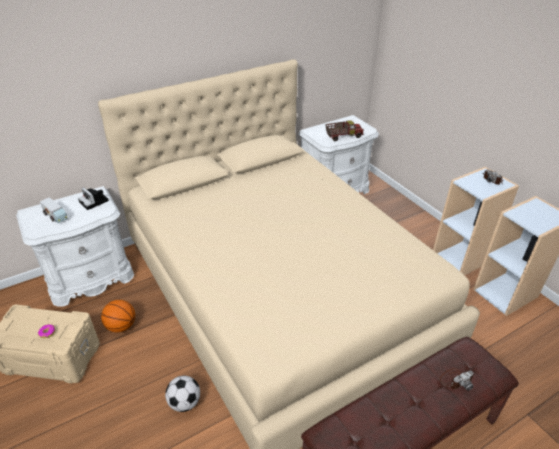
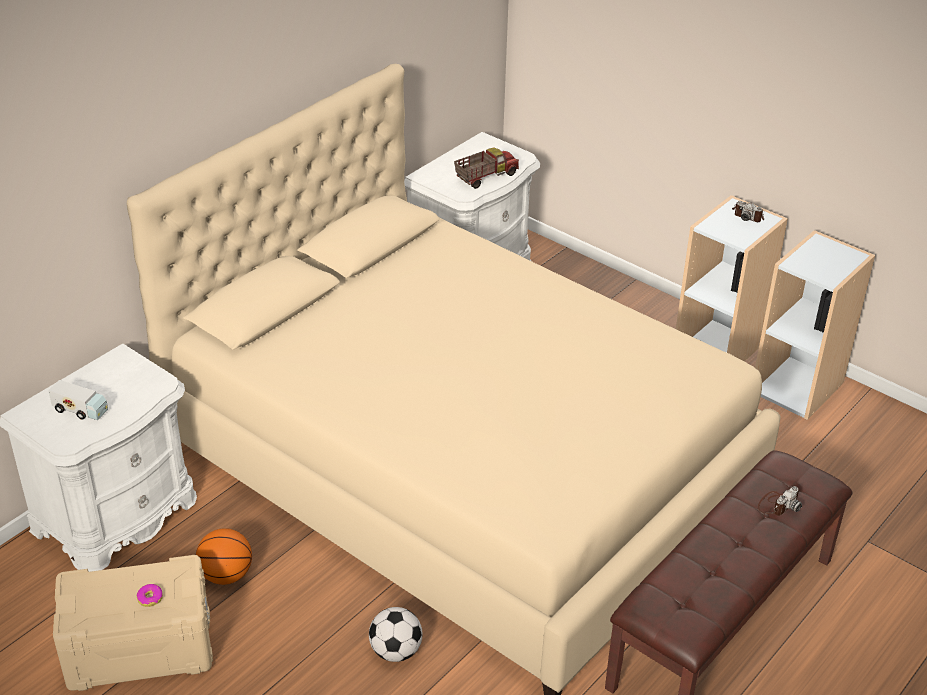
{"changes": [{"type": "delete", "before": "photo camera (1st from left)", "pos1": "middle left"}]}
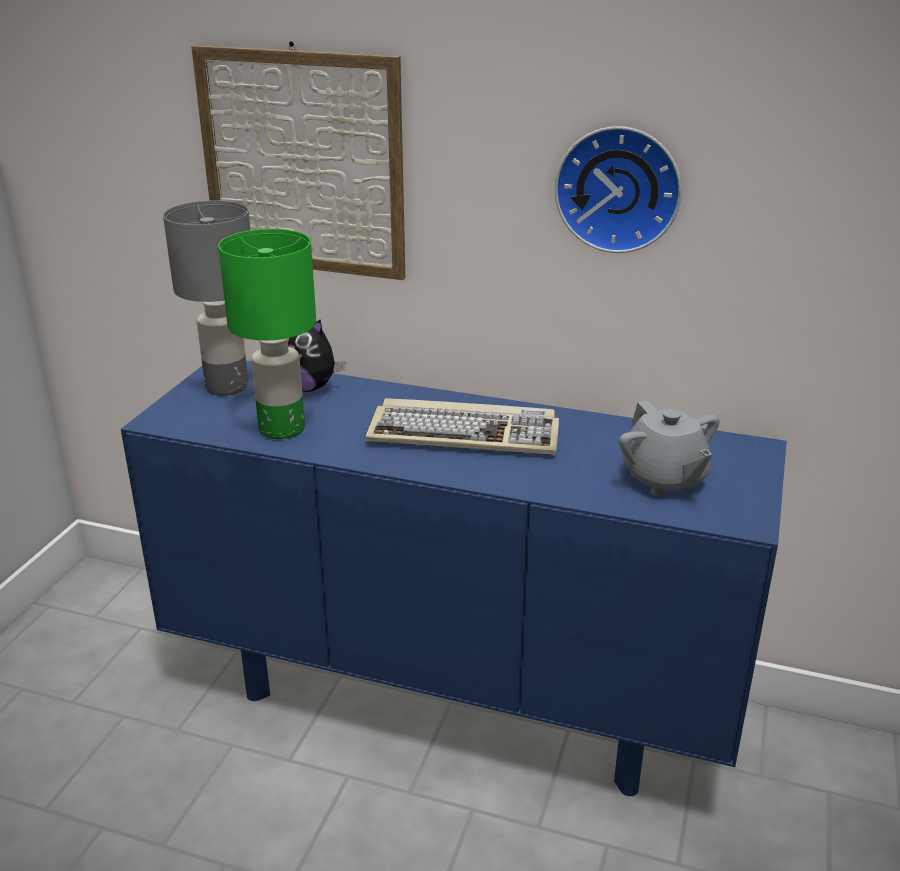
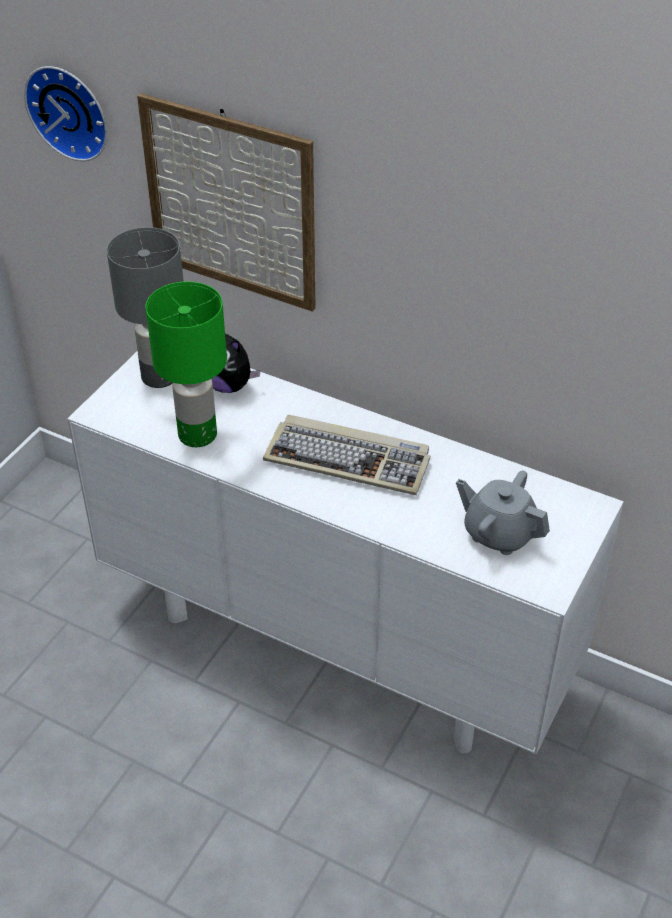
{"changes": [{"type": "move", "before": "clock on the wall", "pos1": "top right", "pos2": "top left"}, {"type": "recolor", "before": "blue drawer chest", "after": "whitish drawer chest", "pos1": "centre", "pos2": "centre"}, {"type": "rotate", "before": "greyish pot for tea", "pos1": "middle right", "pos2": "middle right", "turn": 135}]}
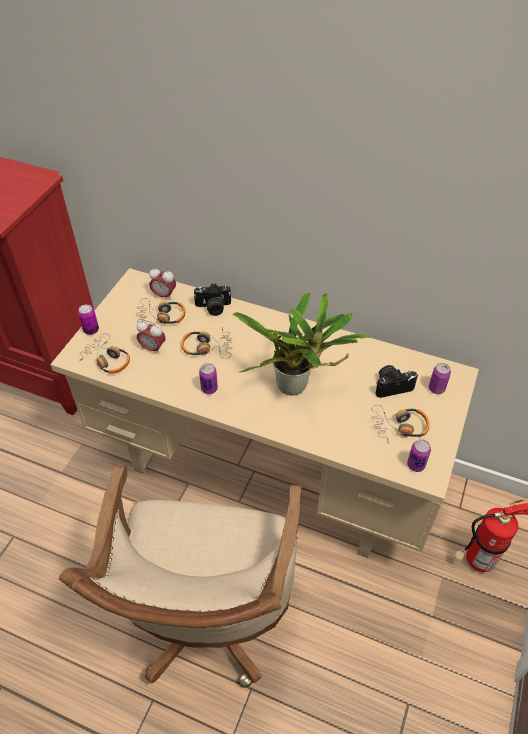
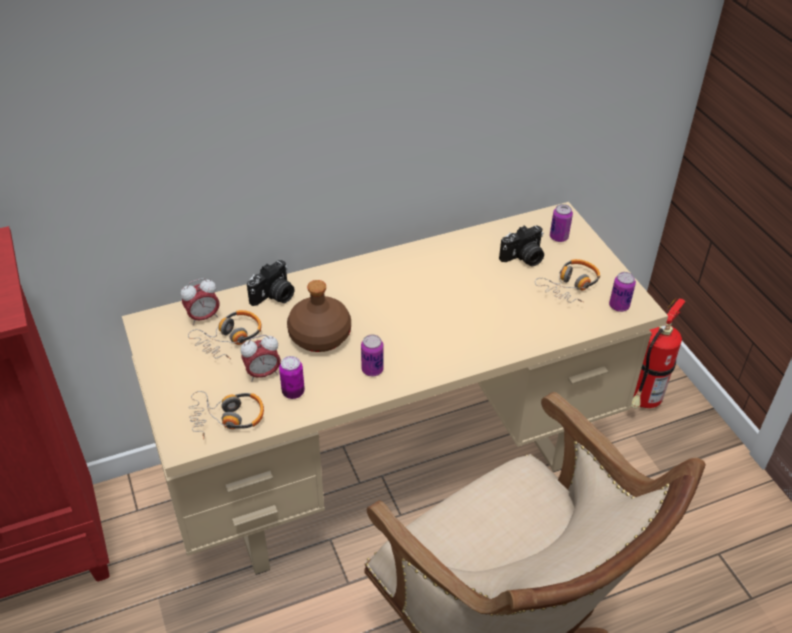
{"changes": [{"type": "delete", "before": "potted plant", "pos1": "centre"}, {"type": "move", "before": "metal can (1st from left)", "pos1": "middle left", "pos2": "centre"}, {"type": "replace", "before": "pair of headphones (3rd from left)", "after": "brownish bottle", "pos1": "centre", "pos2": "centre"}, {"type": "rotate", "before": "photo camera (2nd from left)", "pos1": "middle right", "pos2": "centre", "turn": -150}]}
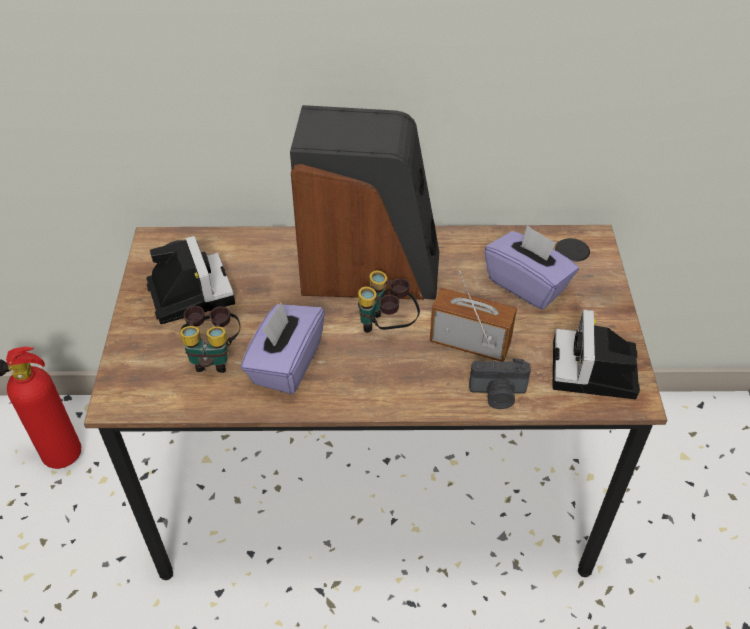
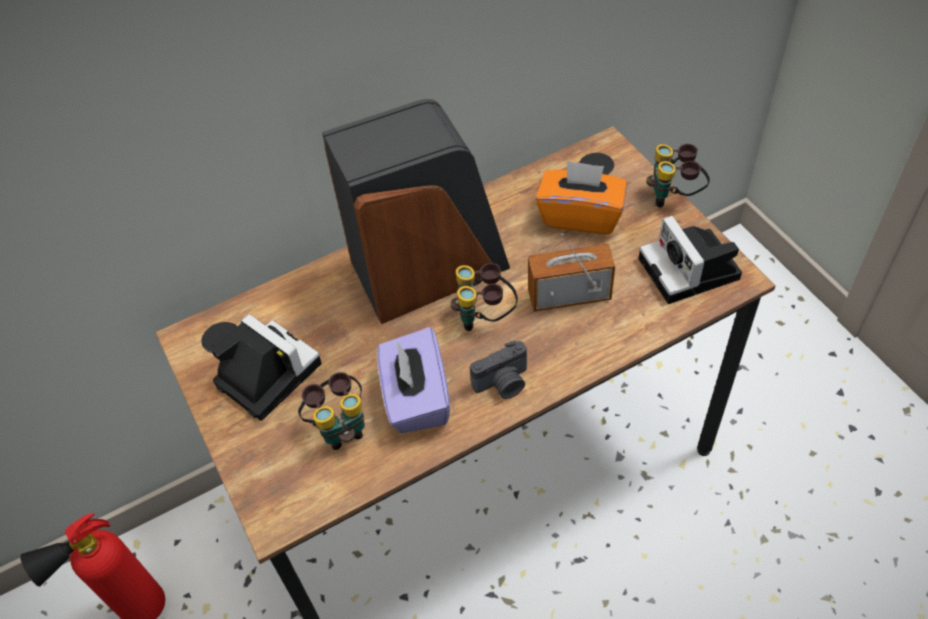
{"changes": [{"type": "recolor", "before": "purple box of tissues (2nd from left)", "after": "orangey box of tissues", "pos1": "middle right", "pos2": "top centre"}, {"type": "move", "before": "photo camera (2nd from left)", "pos1": "middle right", "pos2": "centre"}, {"type": "insert", "after": "binoculars (3rd from left)", "pos2": "top right"}]}
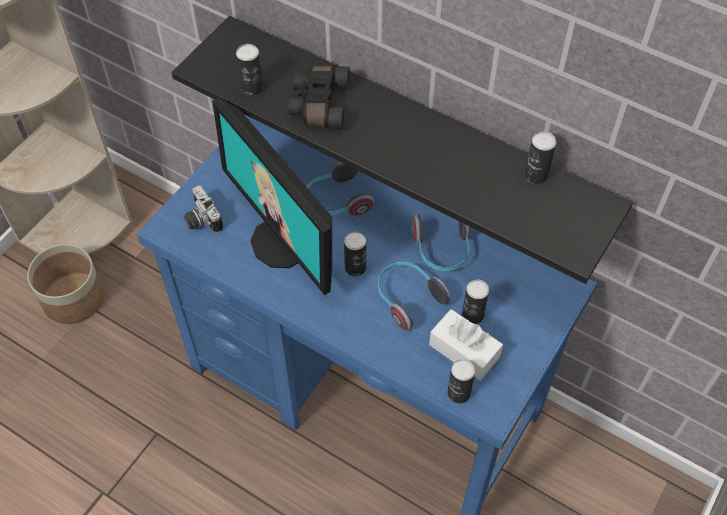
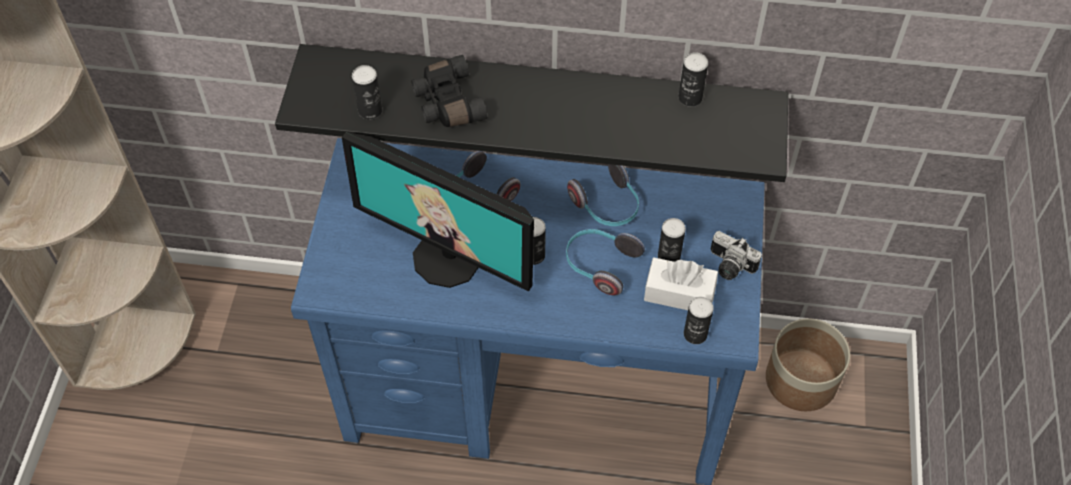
{"changes": [{"type": "move", "before": "photo camera", "pos1": "middle left", "pos2": "middle right"}, {"type": "move", "before": "flower pot", "pos1": "middle left", "pos2": "bottom right"}]}
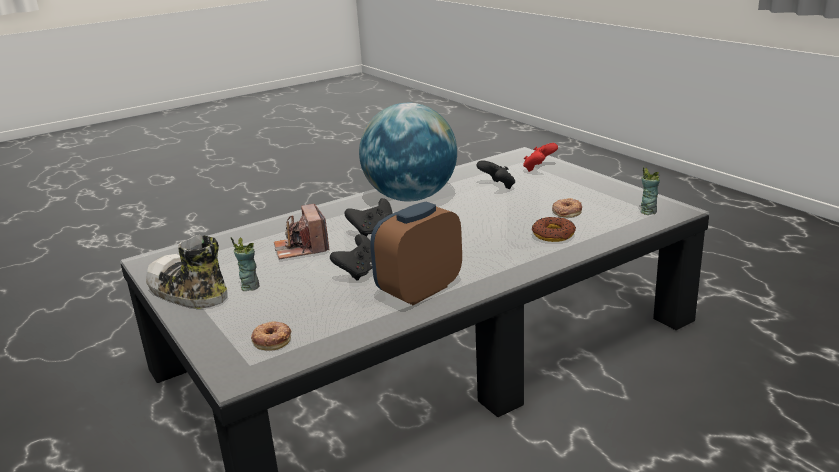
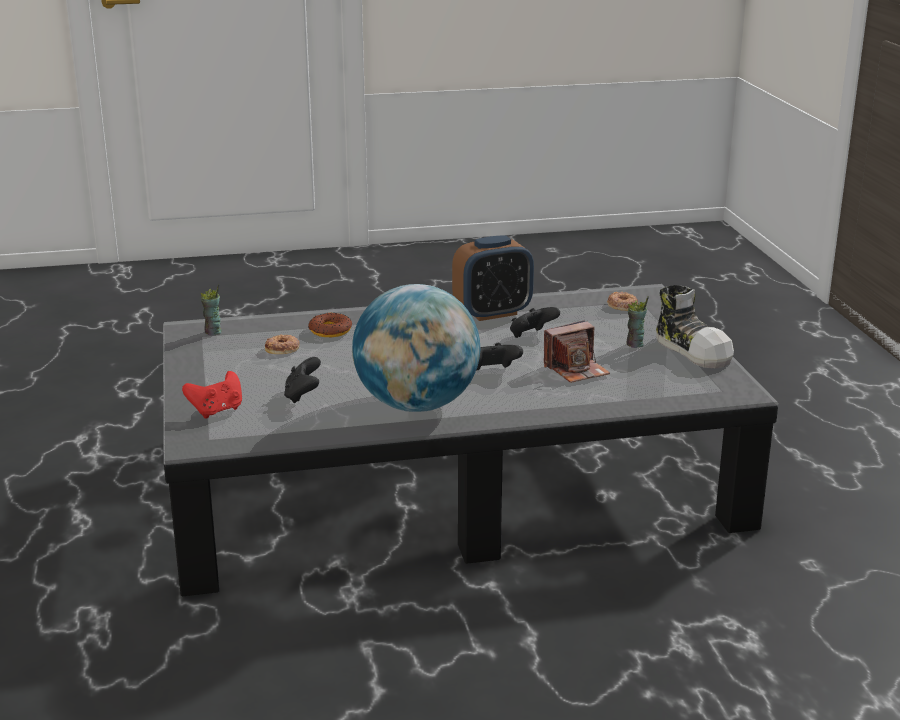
{"changes": [{"type": "rotate", "before": "photo camera", "pos1": "centre", "pos2": "centre", "turn": 60}]}
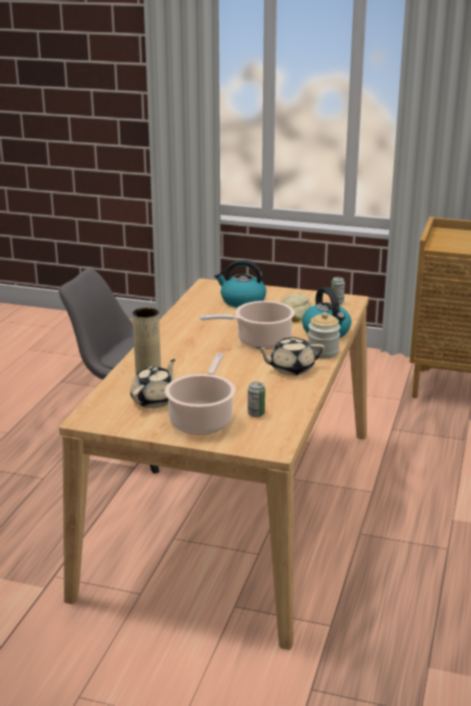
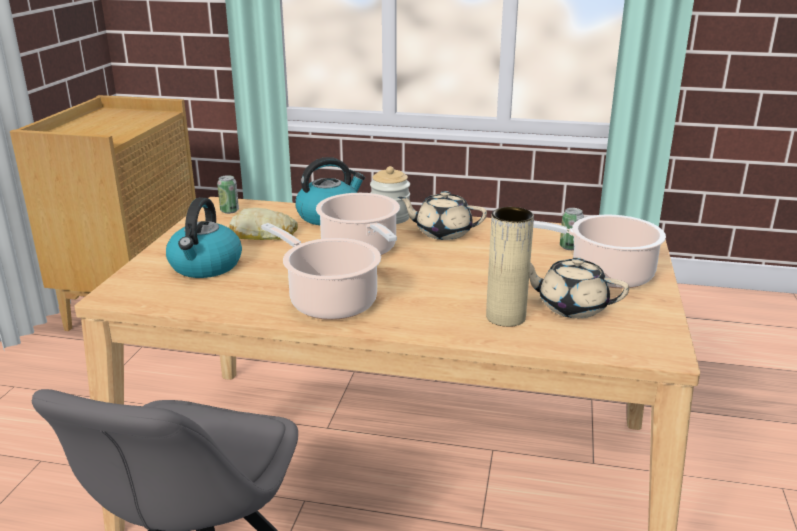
{"changes": [{"type": "rotate", "before": "beige-coloured pot for tea (2nd from left in the first image)", "pos1": "centre", "pos2": "centre", "turn": 120}, {"type": "insert", "after": "stockpot (1st from left)", "pos2": "centre"}]}
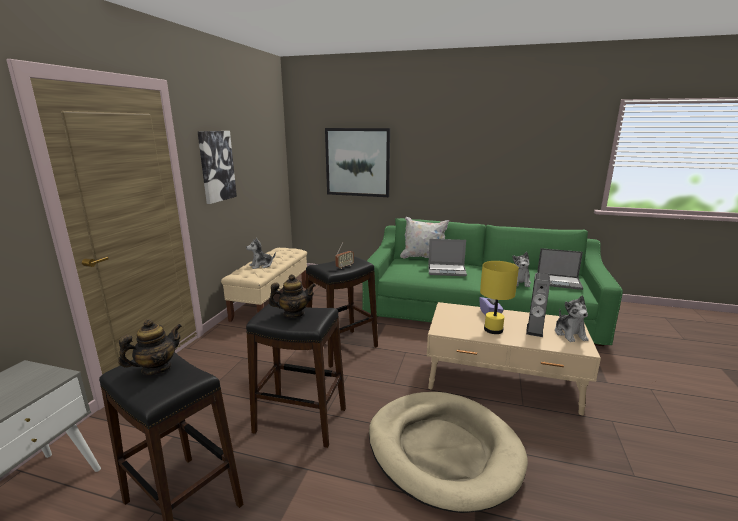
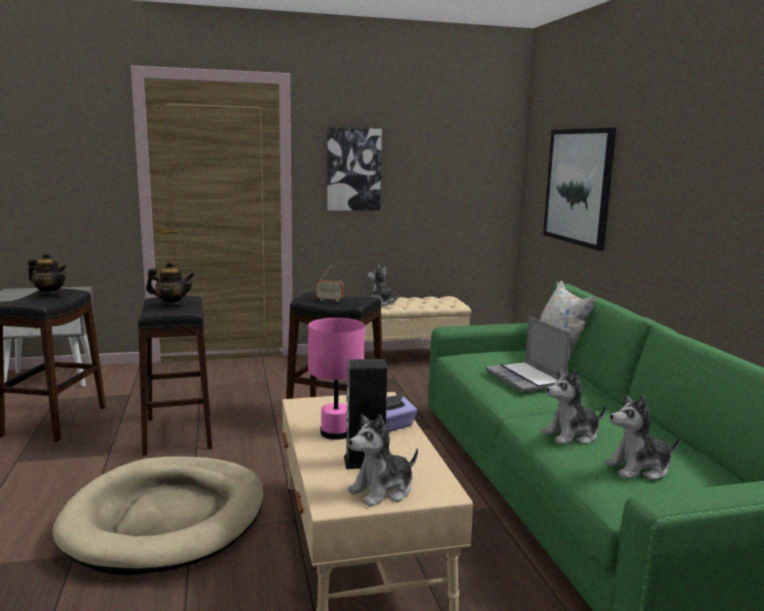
{"changes": [{"type": "replace", "before": "laptop (2nd from left)", "after": "plush toy (4th from left)", "pos1": "middle right", "pos2": "bottom right"}, {"type": "recolor", "before": "yellow-coloured tabletop lamp", "after": "pink-coloured tabletop lamp", "pos1": "middle right", "pos2": "centre"}, {"type": "rotate", "before": "pot for tea (2nd from left)", "pos1": "centre", "pos2": "middle left", "turn": -45}]}
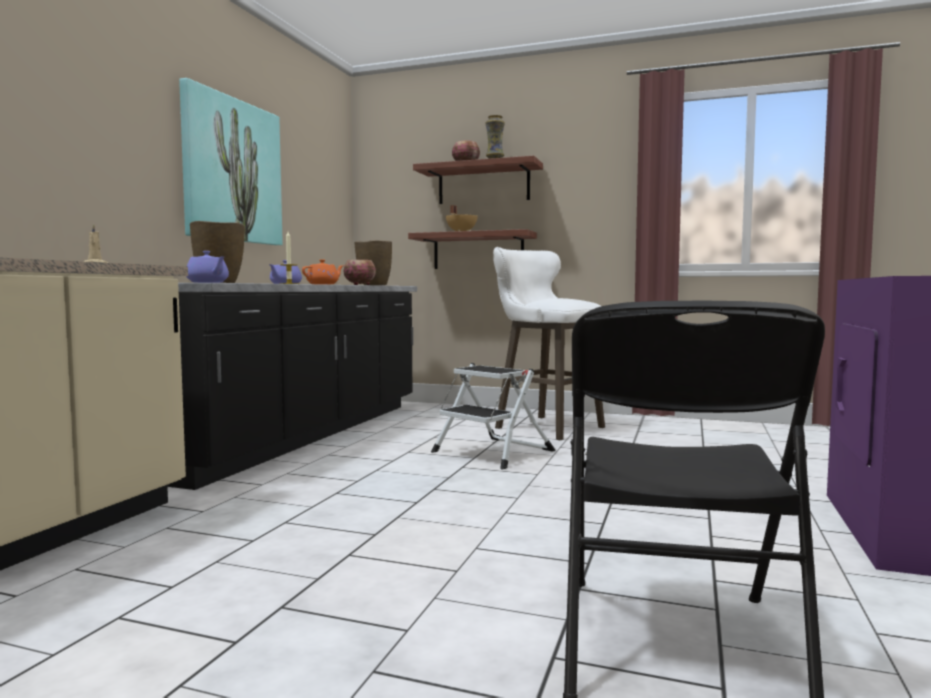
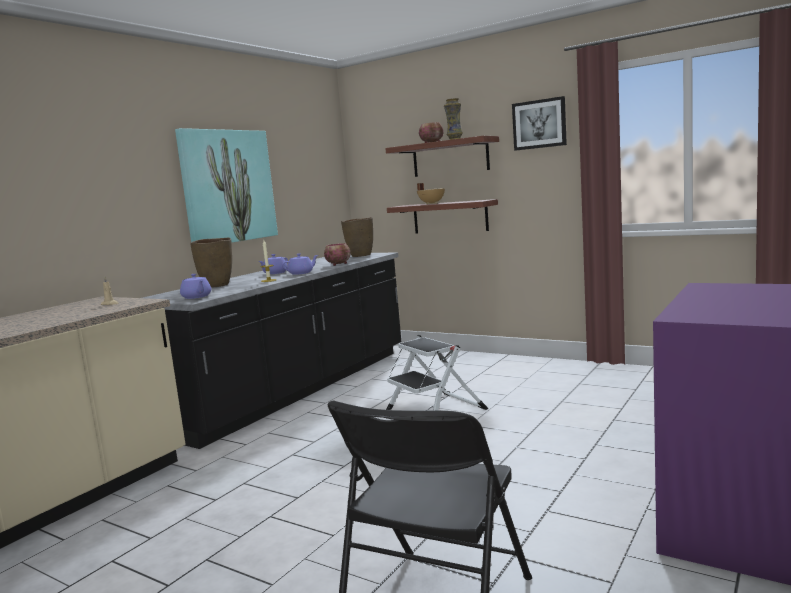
{"changes": [{"type": "delete", "before": "whitish stool", "pos1": "centre"}, {"type": "recolor", "before": "orangey pot for tea", "after": "purple pot for tea (3rd from left)", "pos1": "centre", "pos2": "centre"}, {"type": "insert", "after": "wall art (2nd from left)", "pos2": "top right"}]}
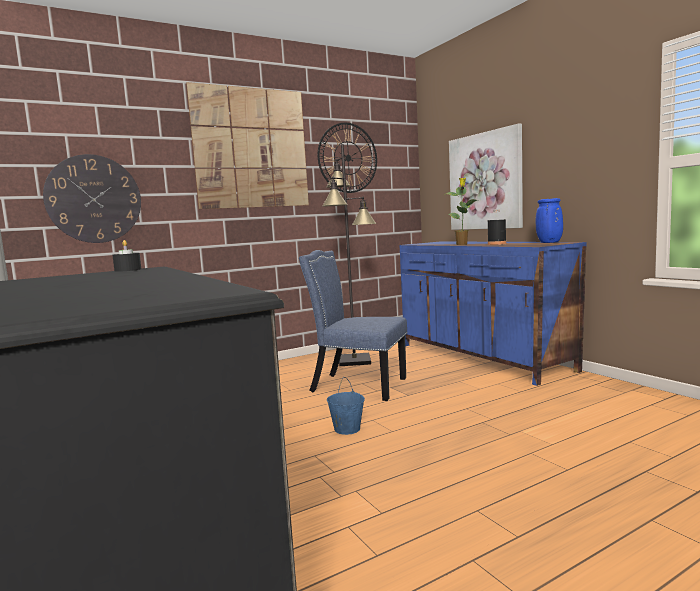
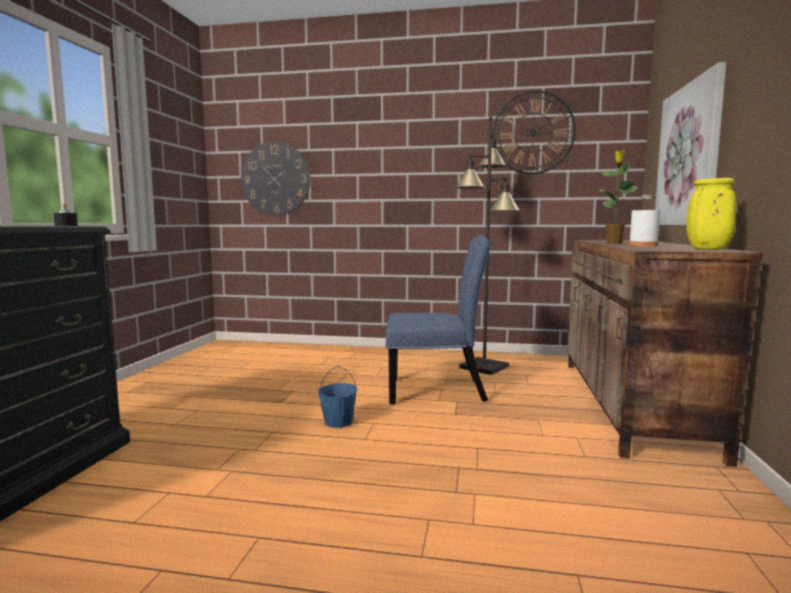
{"changes": [{"type": "delete", "before": "wall art (1st from left)", "pos1": "top centre"}, {"type": "recolor", "before": "blue decorative vase", "after": "yellow-coloured decorative vase", "pos1": "middle right", "pos2": "middle right"}, {"type": "recolor", "before": "black bottle", "after": "whitish bottle", "pos1": "middle right", "pos2": "middle right"}, {"type": "recolor", "before": "blue cupboard", "after": "brownish cupboard", "pos1": "middle right", "pos2": "middle right"}, {"type": "rotate", "before": "blue plain chair", "pos1": "centre", "pos2": "centre", "turn": 120}]}
